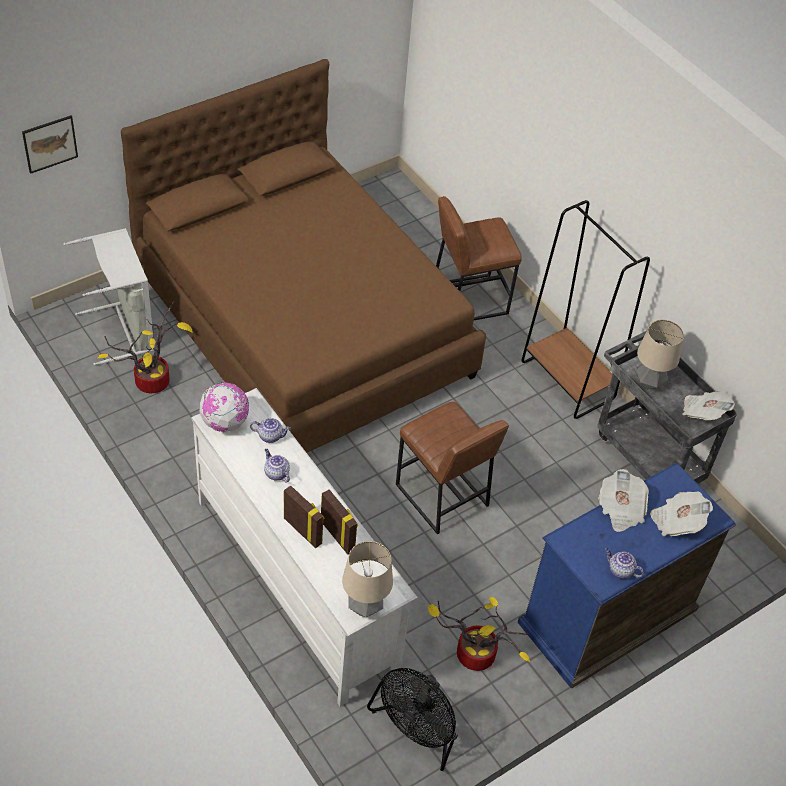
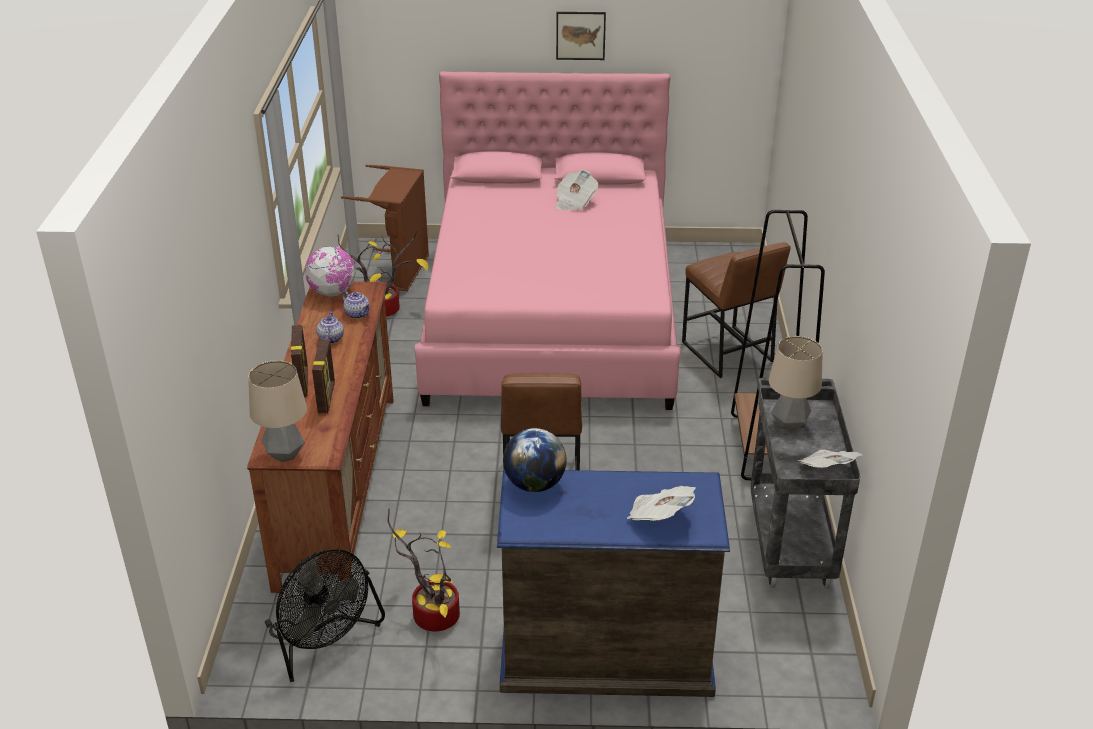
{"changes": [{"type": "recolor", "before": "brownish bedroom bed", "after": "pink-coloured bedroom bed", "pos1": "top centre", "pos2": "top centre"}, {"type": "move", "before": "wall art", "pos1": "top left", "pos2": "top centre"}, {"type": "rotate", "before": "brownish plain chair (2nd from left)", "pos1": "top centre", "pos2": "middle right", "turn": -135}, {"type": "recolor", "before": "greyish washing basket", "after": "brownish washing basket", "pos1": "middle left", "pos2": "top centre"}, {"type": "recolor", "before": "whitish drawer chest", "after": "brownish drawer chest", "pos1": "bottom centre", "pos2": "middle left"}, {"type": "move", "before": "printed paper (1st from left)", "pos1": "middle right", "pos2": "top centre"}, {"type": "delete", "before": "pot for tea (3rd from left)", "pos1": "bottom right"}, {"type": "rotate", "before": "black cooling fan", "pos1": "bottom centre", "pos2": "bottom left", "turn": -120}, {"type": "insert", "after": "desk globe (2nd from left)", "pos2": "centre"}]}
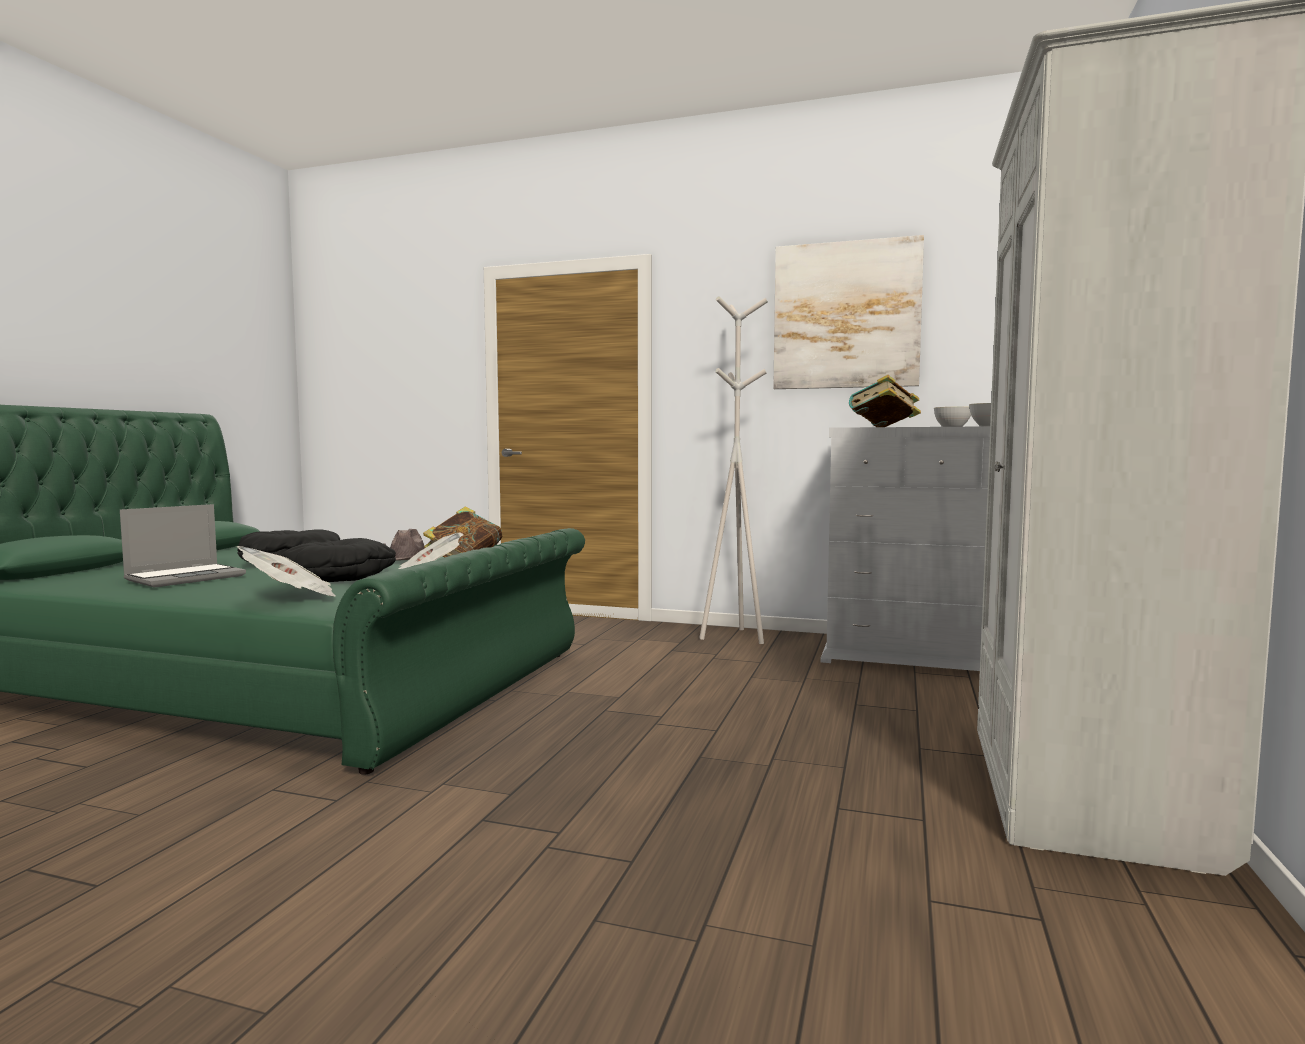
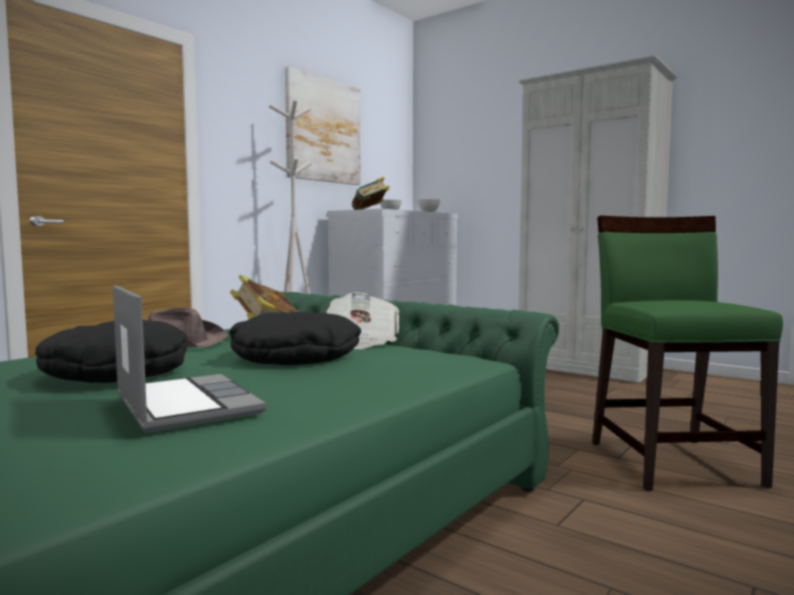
{"changes": [{"type": "delete", "before": "printed paper (1st from left)", "pos1": "middle left"}, {"type": "insert", "after": "greenish plain chair", "pos2": "middle right"}]}
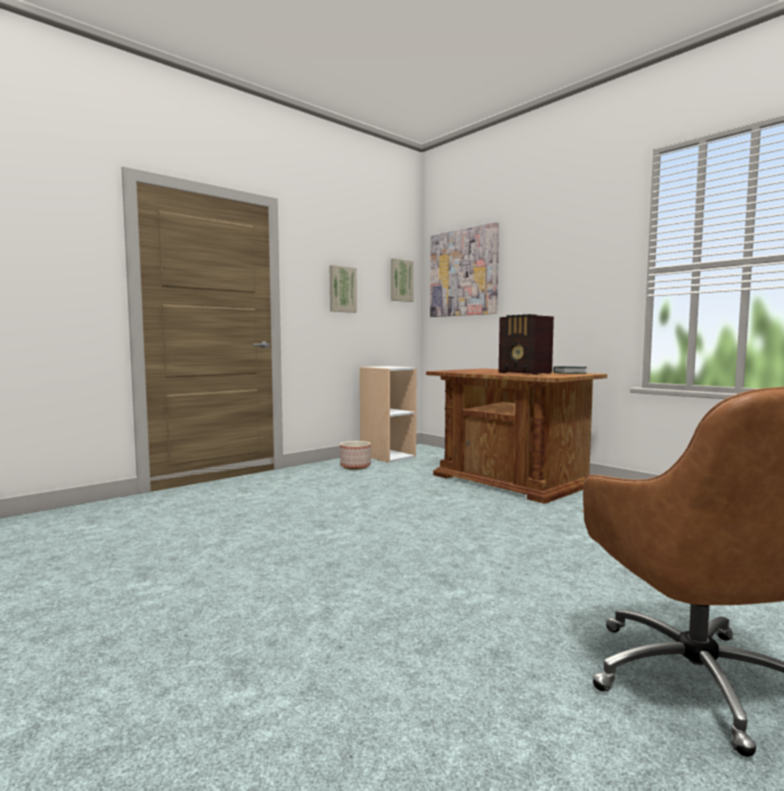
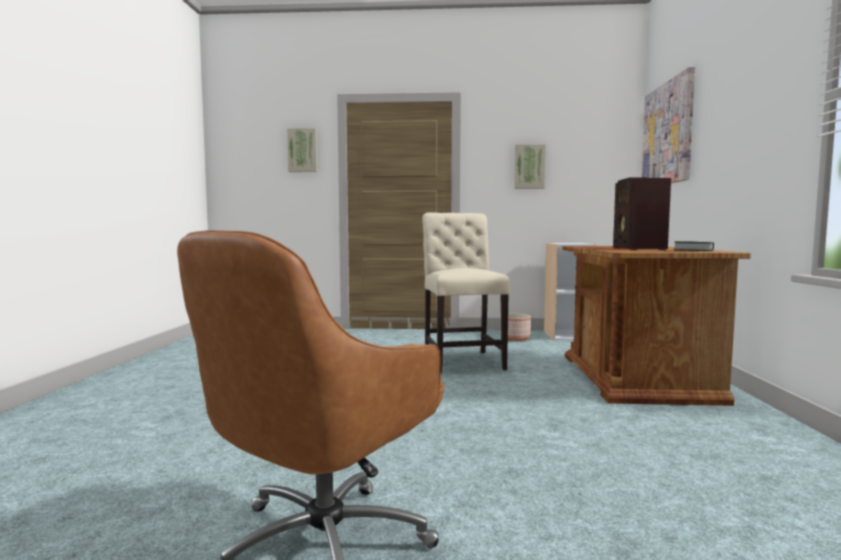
{"changes": [{"type": "move", "before": "wall art (2nd from left in the first image)", "after": "wall art (1st from left)", "pos1": "centre", "pos2": "top centre"}, {"type": "insert", "after": "beige-coloured plain chair", "pos2": "centre"}]}
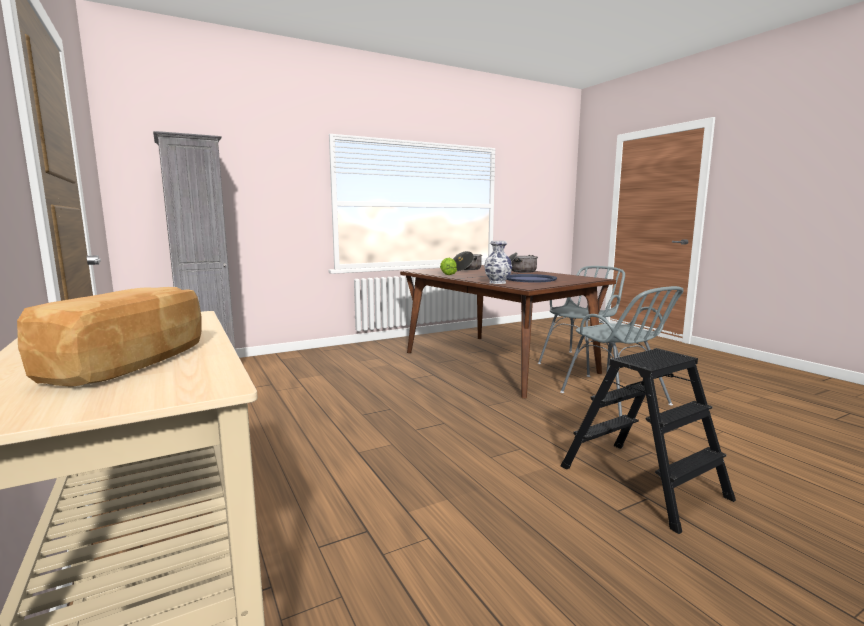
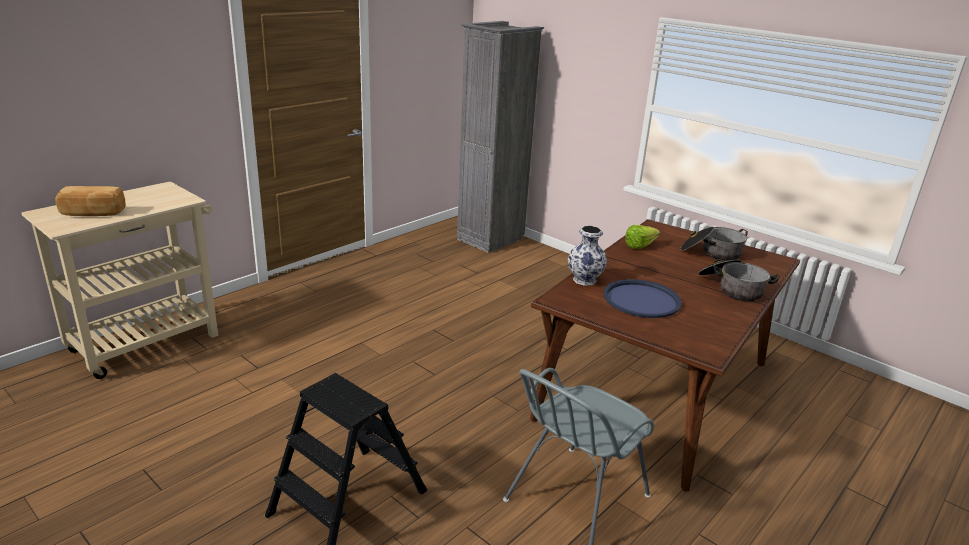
{"changes": [{"type": "delete", "before": "greyish plain chair (1st from left)", "pos1": "middle right"}]}
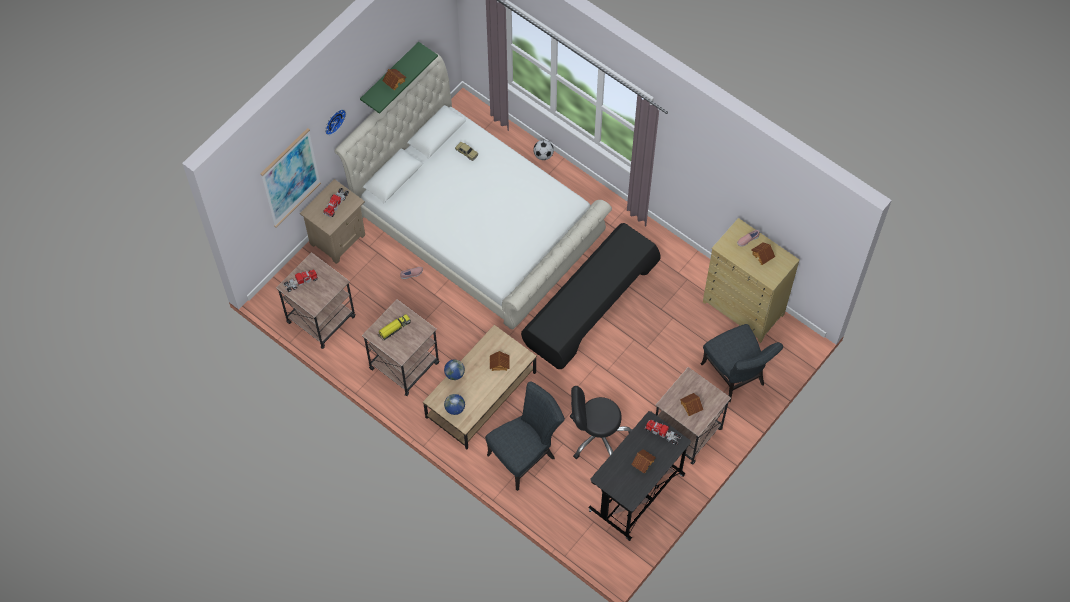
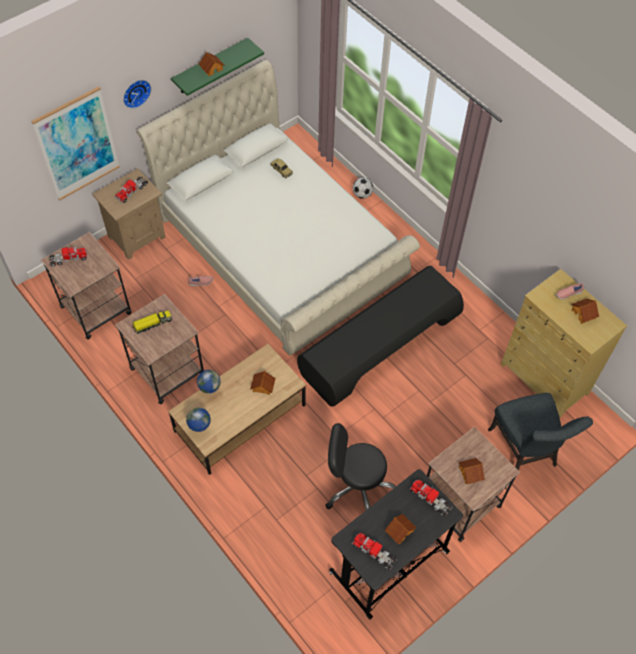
{"changes": [{"type": "delete", "before": "greyish plain chair (1st from left)", "pos1": "bottom centre"}, {"type": "insert", "after": "toy truck (4th from left)", "pos2": "bottom centre"}]}
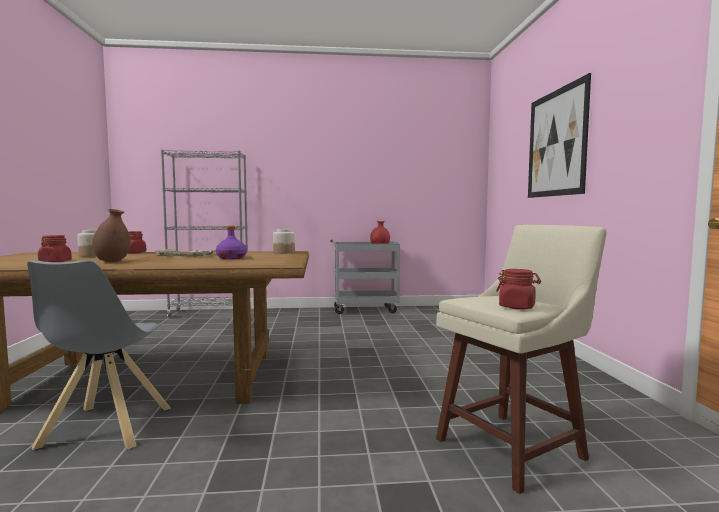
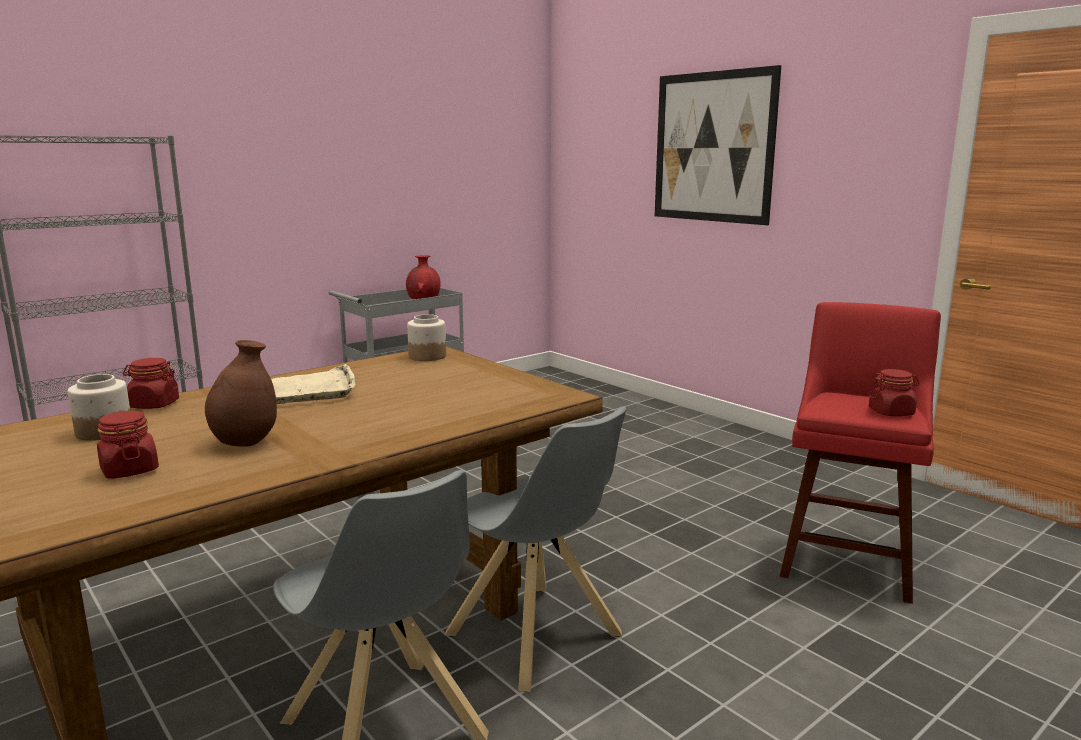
{"changes": [{"type": "recolor", "before": "beige-coloured stool", "after": "red-coloured stool", "pos1": "bottom right", "pos2": "middle right"}, {"type": "delete", "before": "purple bottle", "pos1": "middle left"}, {"type": "insert", "after": "greyish plain chair (2nd from left)", "pos2": "bottom centre"}]}
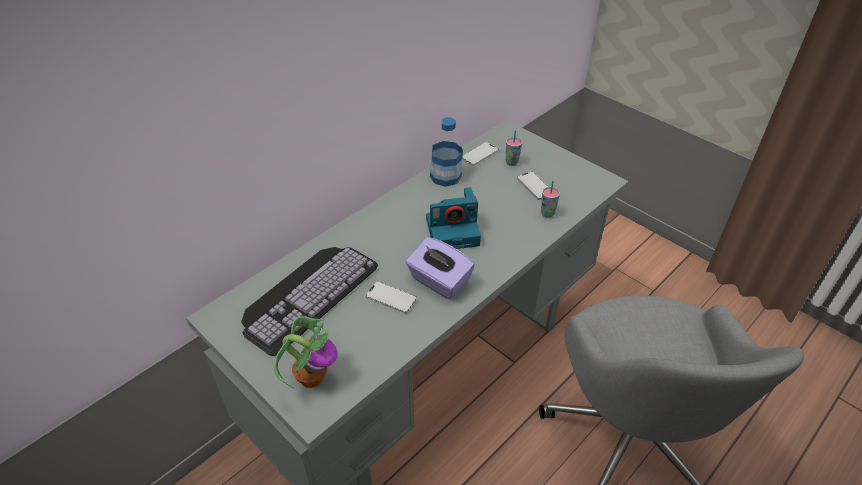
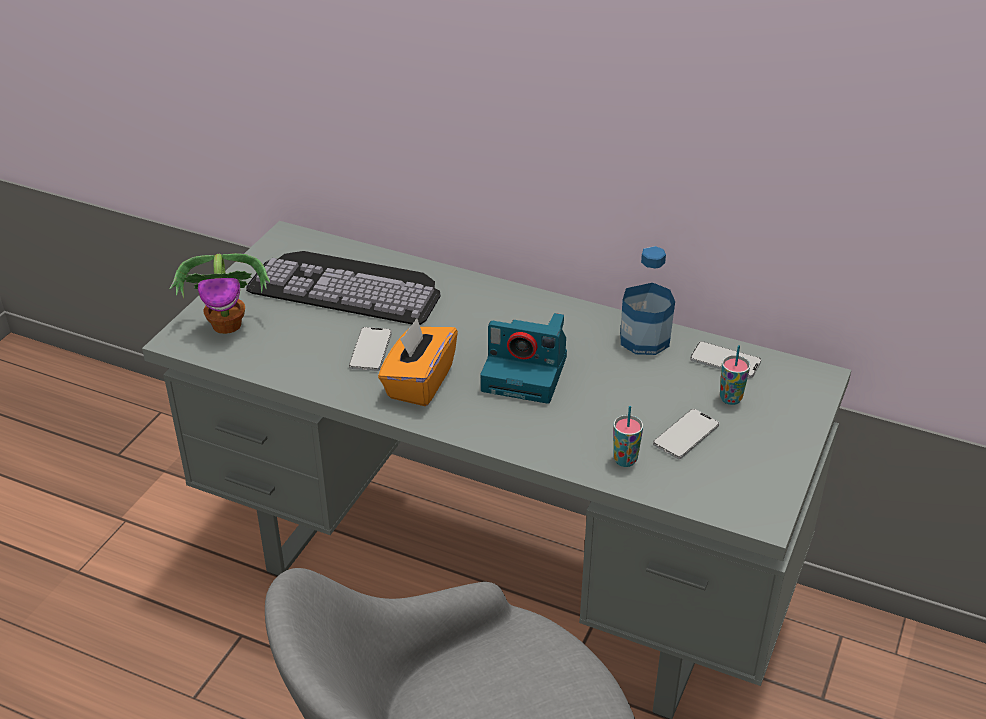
{"changes": [{"type": "rotate", "before": "photo camera", "pos1": "centre", "pos2": "centre", "turn": -45}, {"type": "recolor", "before": "purple box of tissues", "after": "orangey box of tissues", "pos1": "centre", "pos2": "centre"}]}
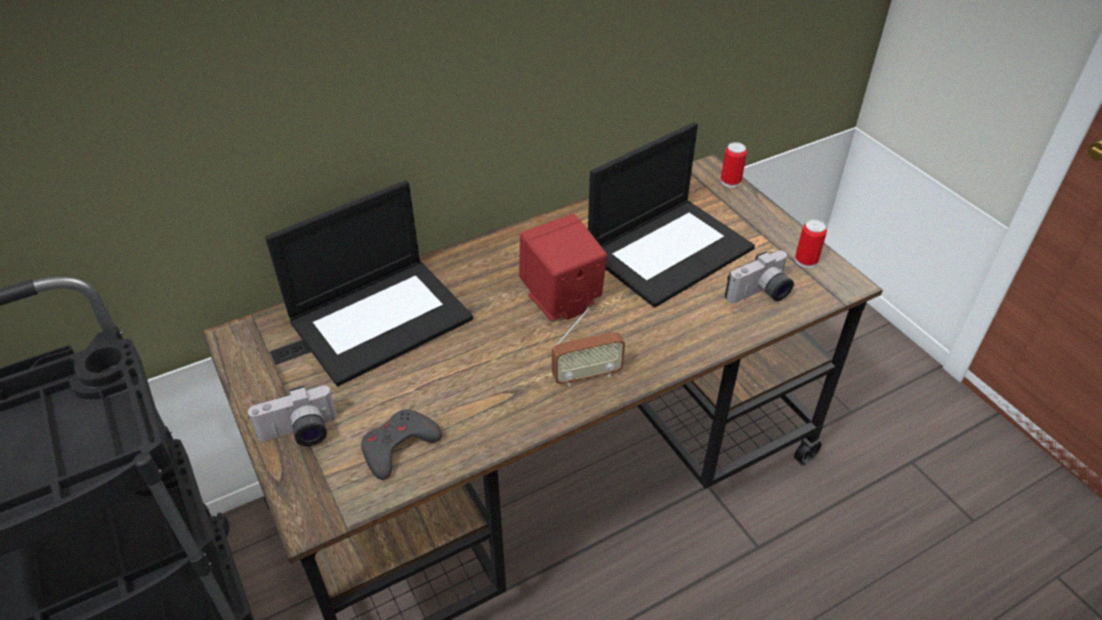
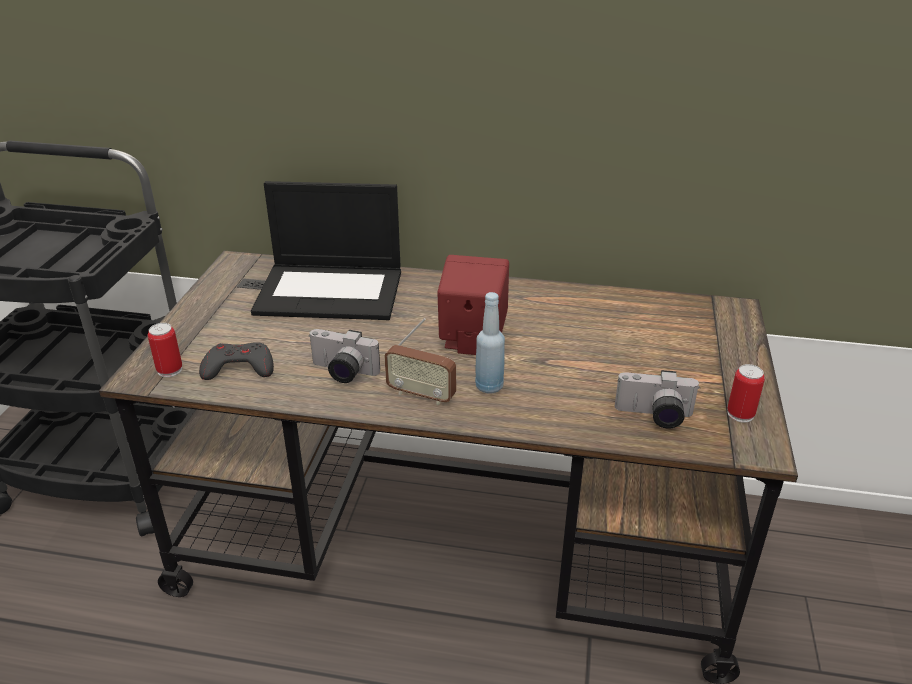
{"changes": [{"type": "delete", "before": "laptop (2nd from left)", "pos1": "centre"}, {"type": "move", "before": "metal can (1st from left)", "pos1": "top centre", "pos2": "middle left"}, {"type": "move", "before": "photo camera (1st from left)", "pos1": "bottom left", "pos2": "centre"}, {"type": "insert", "after": "blue bottle", "pos2": "centre"}]}
